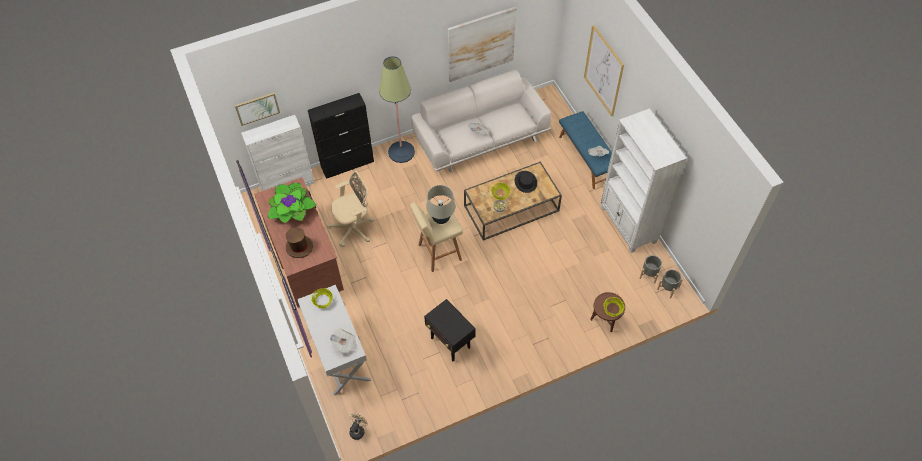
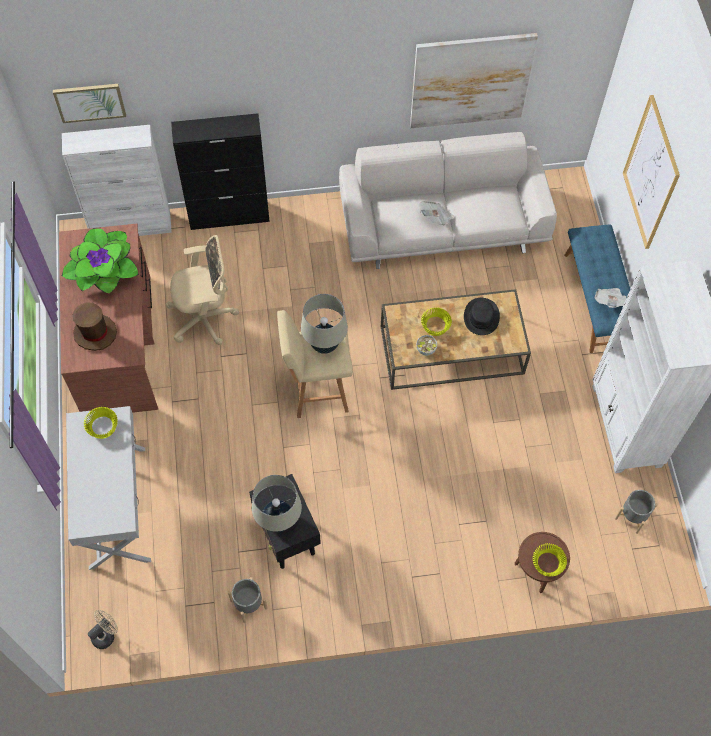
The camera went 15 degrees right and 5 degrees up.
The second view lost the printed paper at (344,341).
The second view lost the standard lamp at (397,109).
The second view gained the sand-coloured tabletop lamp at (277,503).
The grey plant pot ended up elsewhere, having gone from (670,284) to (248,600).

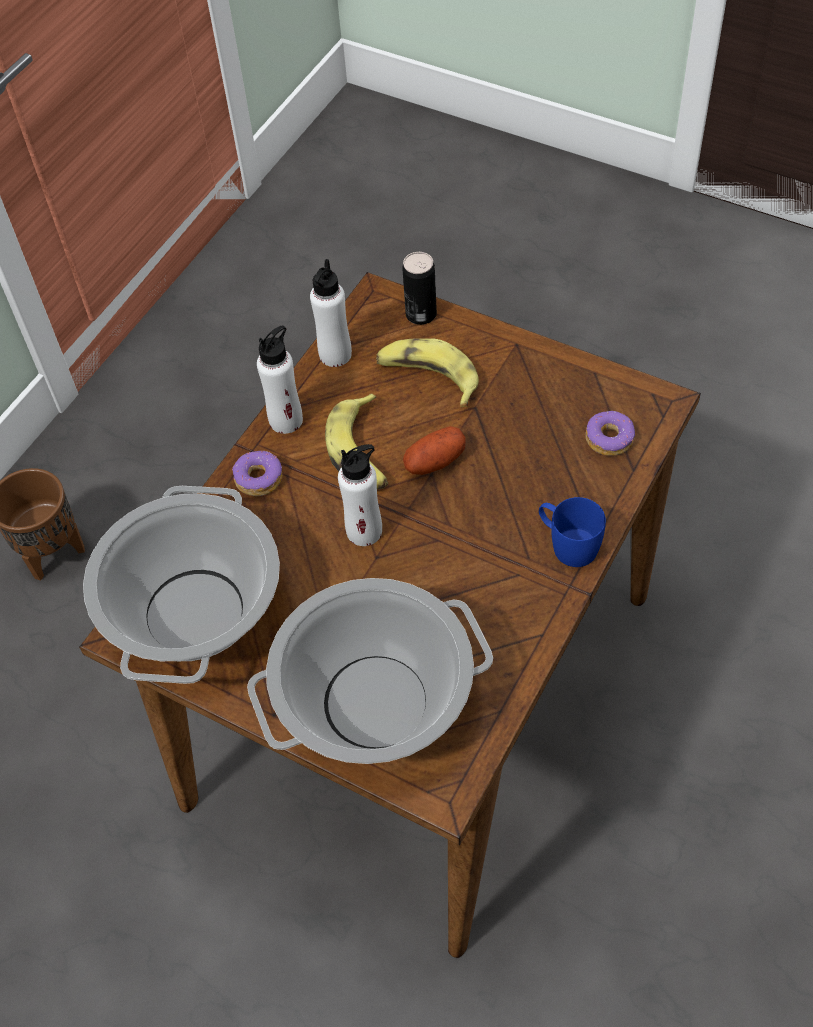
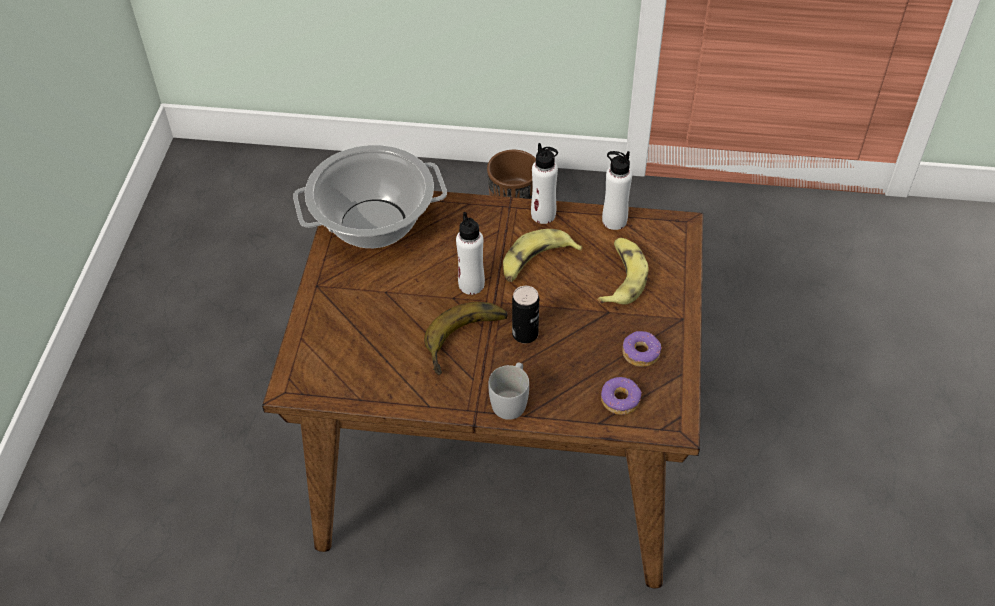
The camera went 65 degrees right and 5 degrees down.
The second view lost the stockpot at (370,671).
The second view lost the potato at (434,450).
The second view gained the banana fruit at (466,338).
The doughnut ended up elsewhere, having gone from (257,473) to (642,349).
The sealed can ended up elsewhere, having gone from (419,288) to (525,314).
What was the bluish coffee mug at (572,532) turned into the white-coloured coffee mug at (508,391).

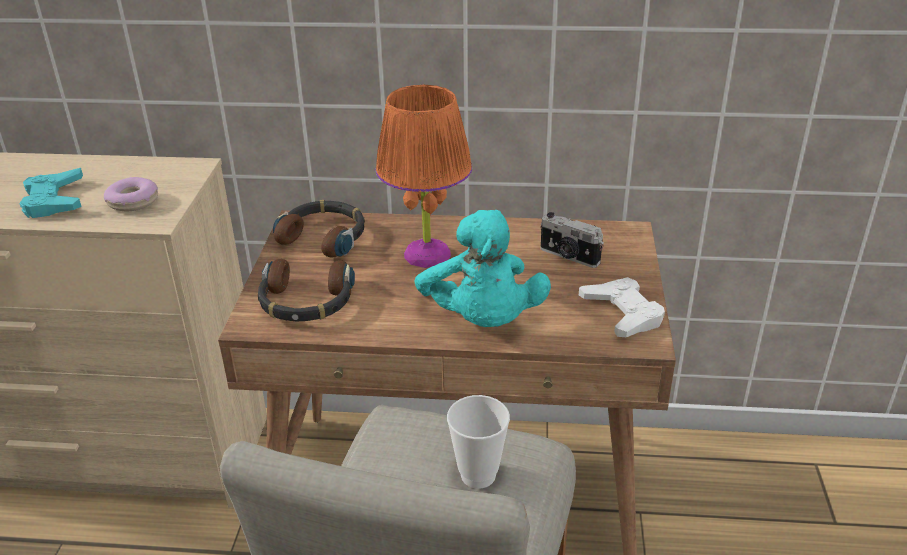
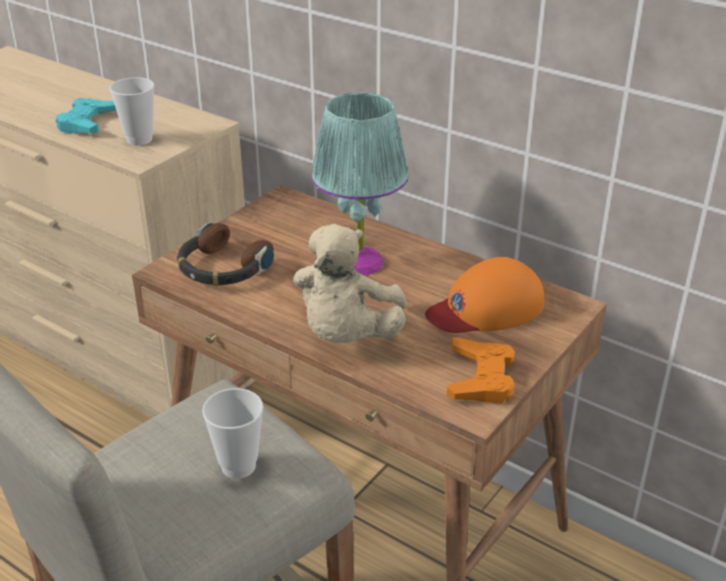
The camera went 30 degrees right and 0 degrees up.
The second view lost the headphones at (319,229).
Where the doughnut stood at (131,194), the drinking cup came to stand at (132,111).
Where the still camera stood at (572,240), the orange-coloured cap came to stand at (484,295).
What was the orange-coloured tabletop lamp at (424,176) turned into the blue-green tabletop lamp at (360,184).
What was the blue-green plush toy at (482,268) turned into the sand-coloured plush toy at (350,283).
What was the white-coloured joypad at (622,307) turned into the orange-coloured joypad at (481,370).

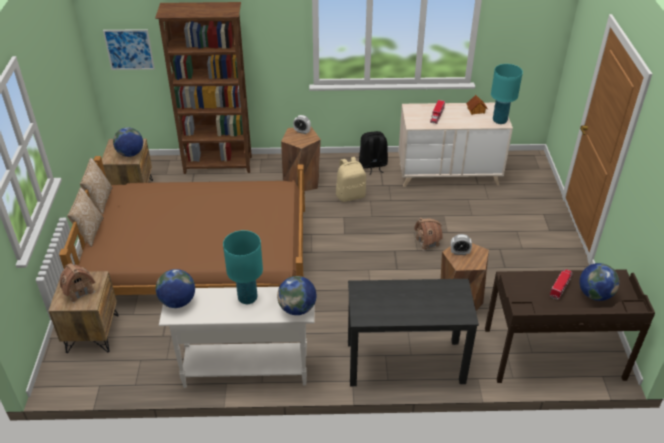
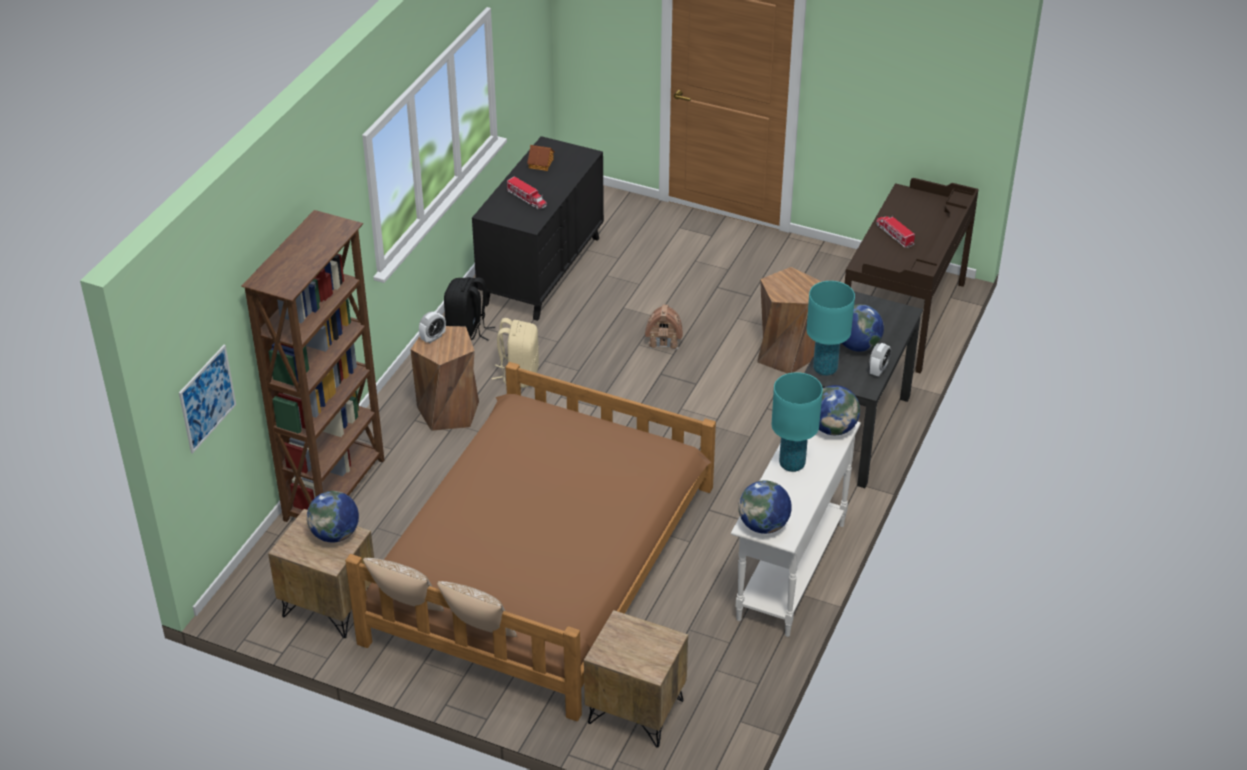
The camera went 65 degrees left and 0 degrees up.
The second view lost the toy house at (78,283).
The bedside clock ended up elsewhere, having gone from (461,244) to (880,359).
The blue-green tabletop lamp ended up elsewhere, having gone from (507,94) to (831,328).
The desk globe ended up elsewhere, having gone from (599,282) to (863,328).
What was the sand-coloured dresser at (455,145) turned into the black-coloured dresser at (538,228).

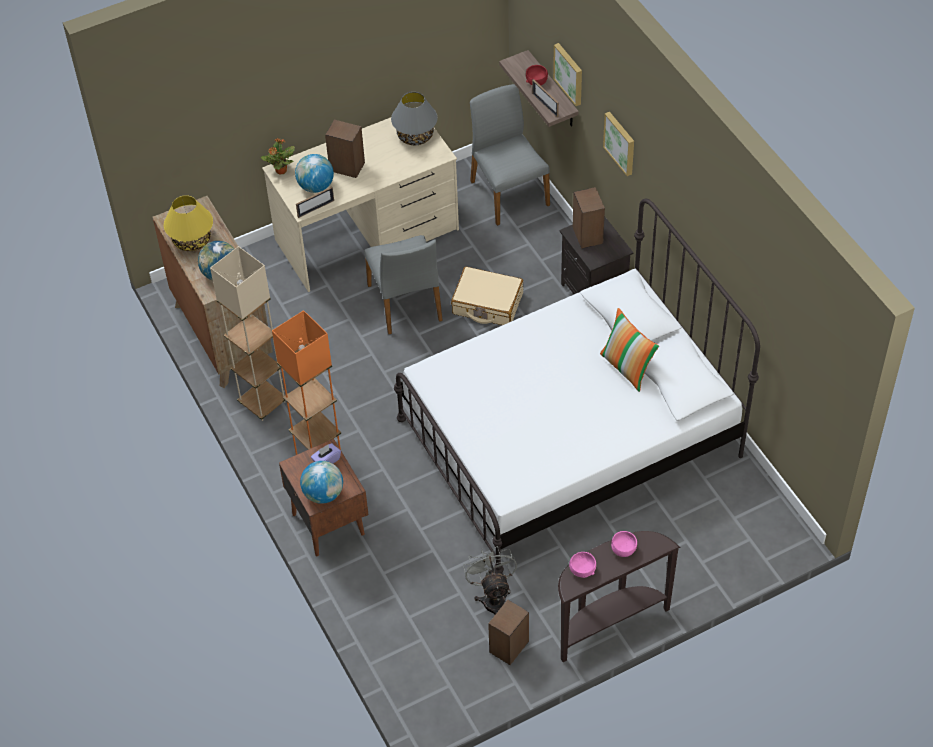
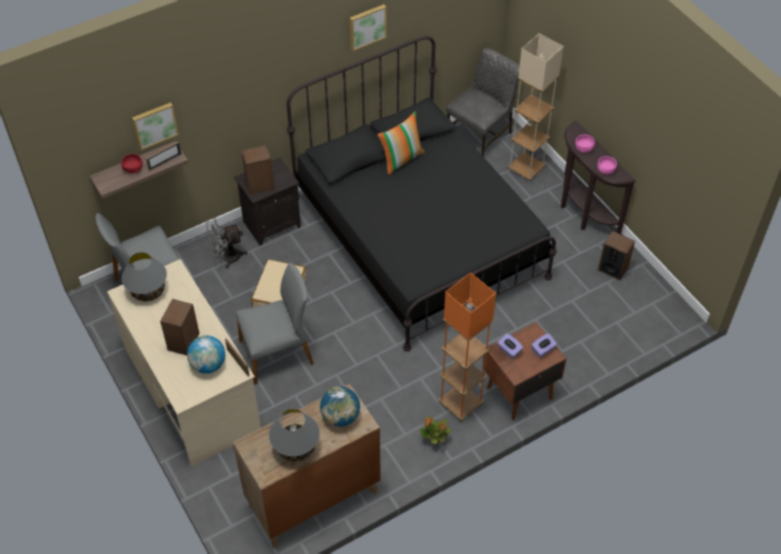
The camera went 95 degrees left and 0 degrees up.
The second view gained the grey upright chair at (482,102).
The sand-coloured standard lamp ended up elsewhere, having gone from (247,333) to (536,108).
The potted plant ended up elsewhere, having gone from (278,156) to (435,430).
The grey cooling fan ended up elsewhere, having gone from (490,580) to (227,243).
The wall picture ended up elsewhere, having gone from (618,144) to (368,27).
Where the desk globe stood at (321,482), the purplish box of tissues came to stand at (544,345).
What was the yellowish tabletop lamp at (188,223) turned into the grey tabletop lamp at (294,435).
What was the white-coloured sleeping bed at (577,386) turned into the black-coloured sleeping bed at (422,193).

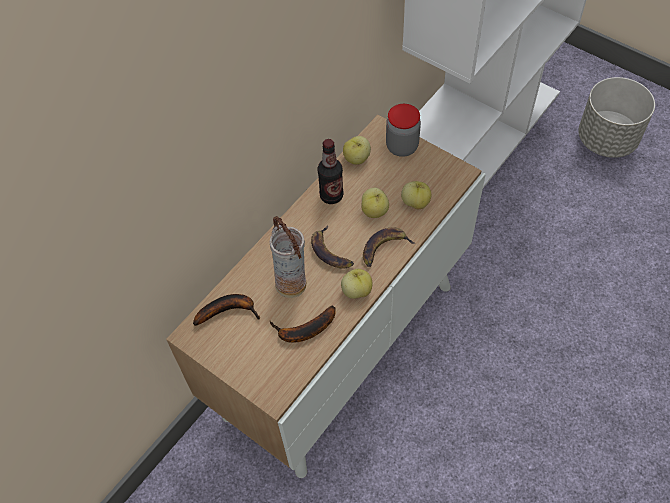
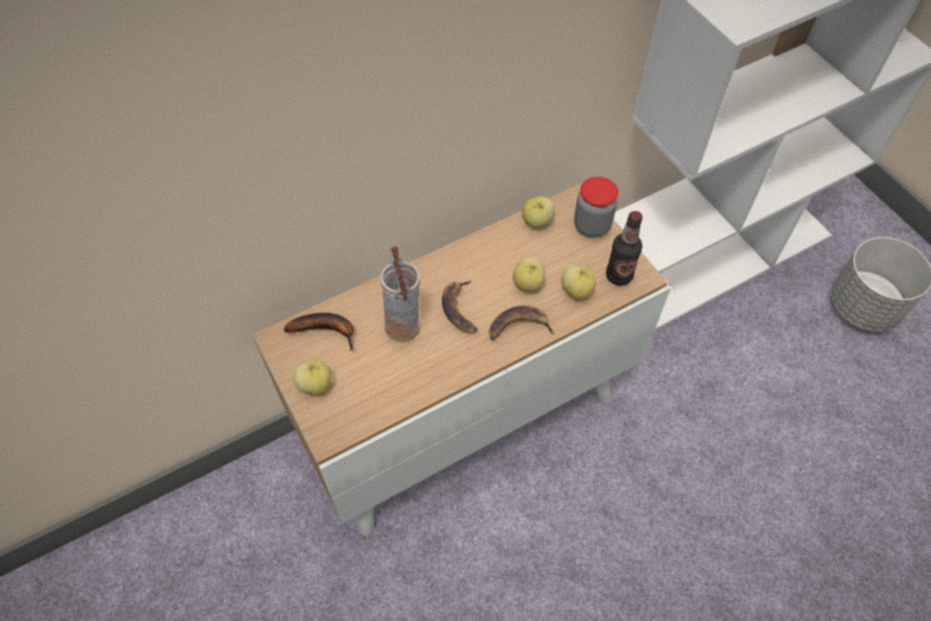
The camera went 20 degrees right and 0 degrees up.
The second view lost the banana fruit at (303,324).
The beverage bottle ended up elsewhere, having gone from (330,171) to (624,248).
The apple ended up elsewhere, having gone from (356,284) to (312,377).

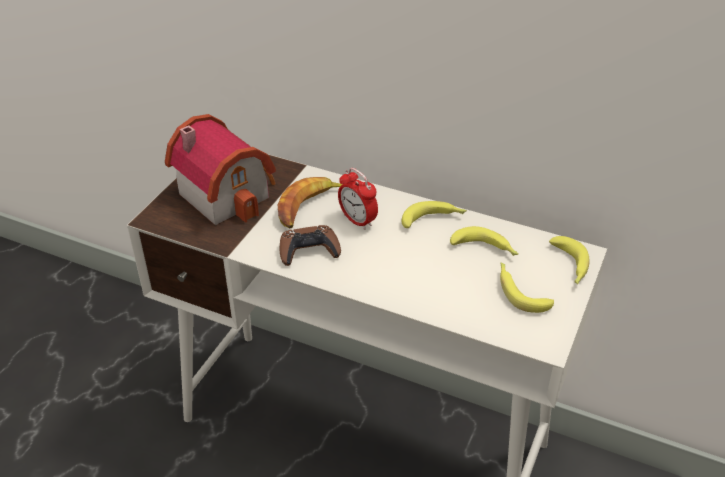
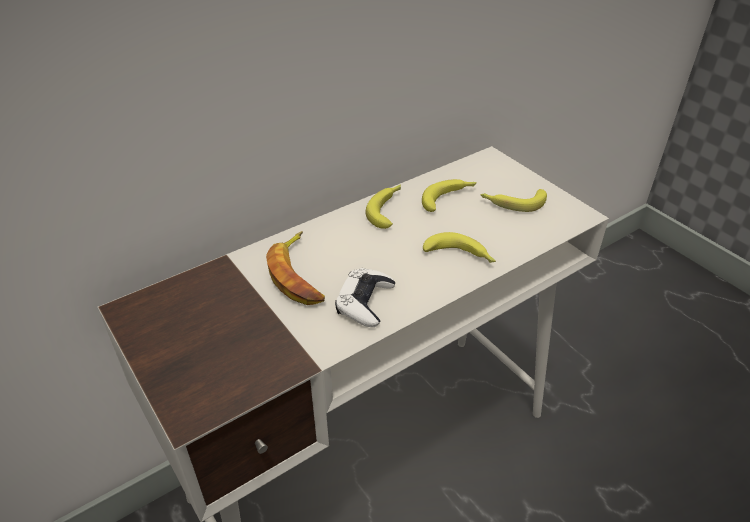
The camera went 60 degrees left and 0 degrees up.
The second view lost the toy house at (220,169).
The second view lost the bedside clock at (358,199).
The banana fruit ended up elsewhere, having gone from (569,260) to (459,247).
What was the brownish joypad at (310,245) turned into the white-coloured joypad at (365,297).

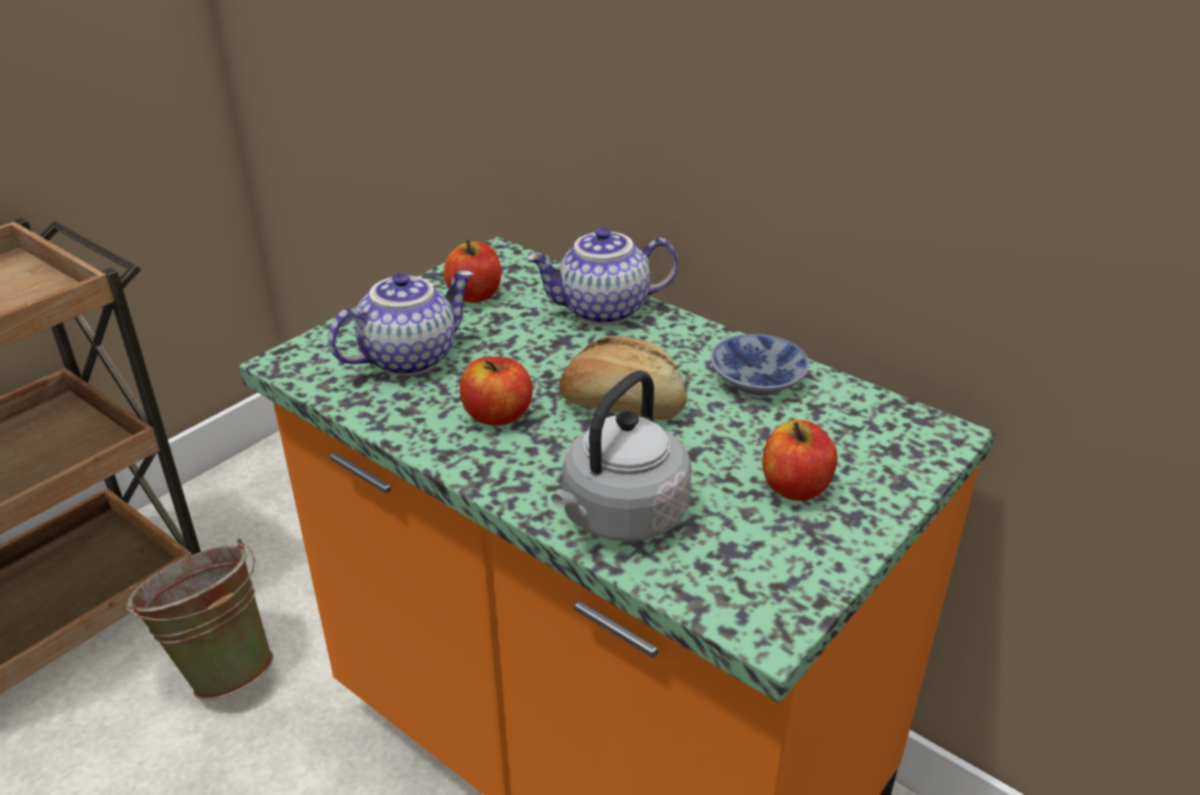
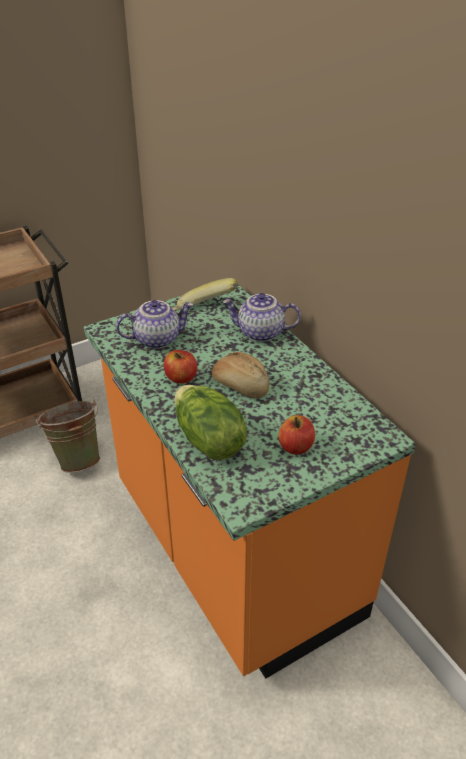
The camera went 20 degrees right and 5 degrees up.
The second view lost the deep dish at (760,364).
Where the apple stood at (472,271), the banana fruit came to stand at (205,295).
Where the grey tea kettle stood at (621,456), the head of lettuce came to stand at (210,422).

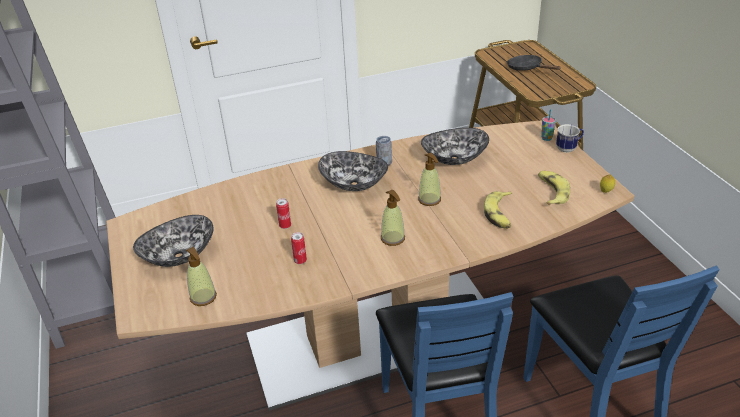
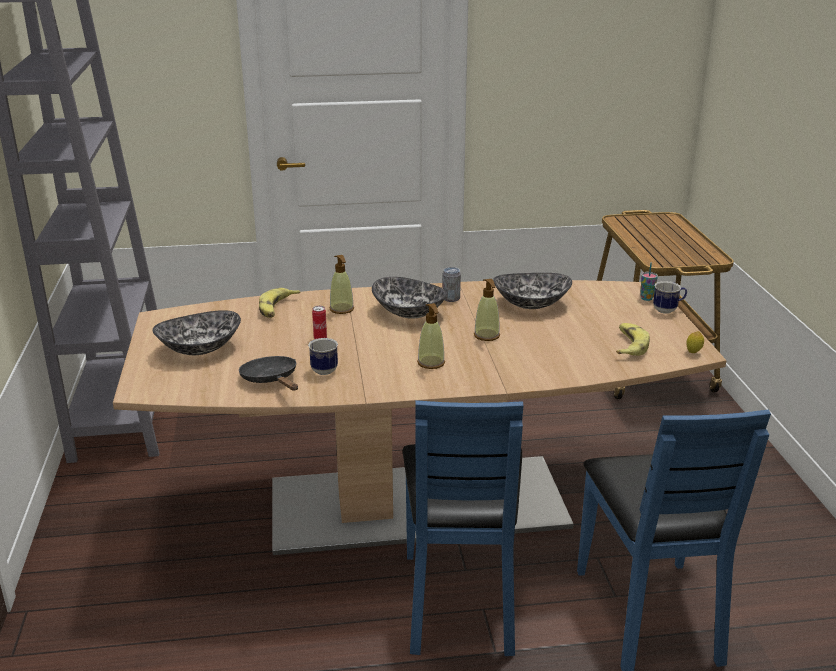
The camera went 10 degrees right and 10 degrees down.
The soap dispenser ended up elsewhere, having gone from (201,276) to (342,284).
The banana fruit ended up elsewhere, having gone from (498,210) to (279,303).
The black-coloured skillet ended up elsewhere, having gone from (534,63) to (268,373).
Where the sealed can stood at (299,248), the coffee mug came to stand at (323,356).

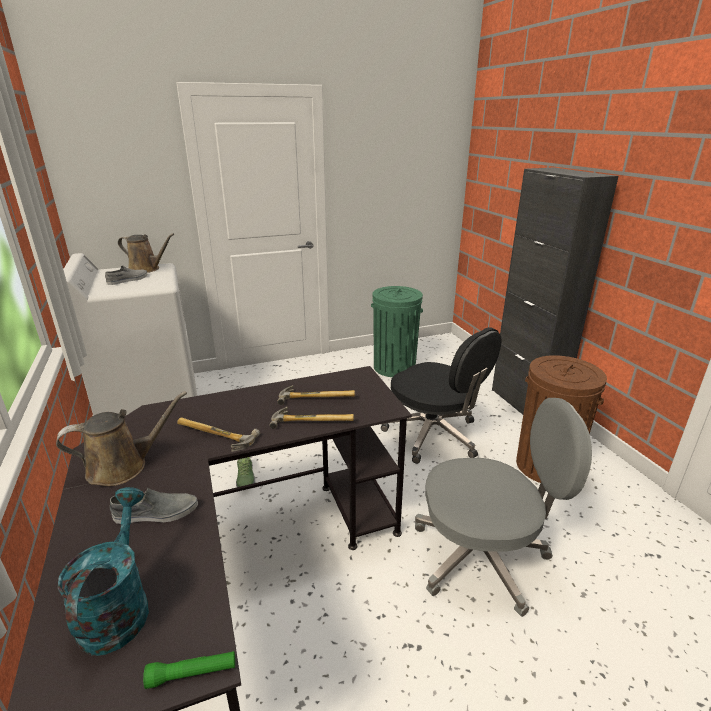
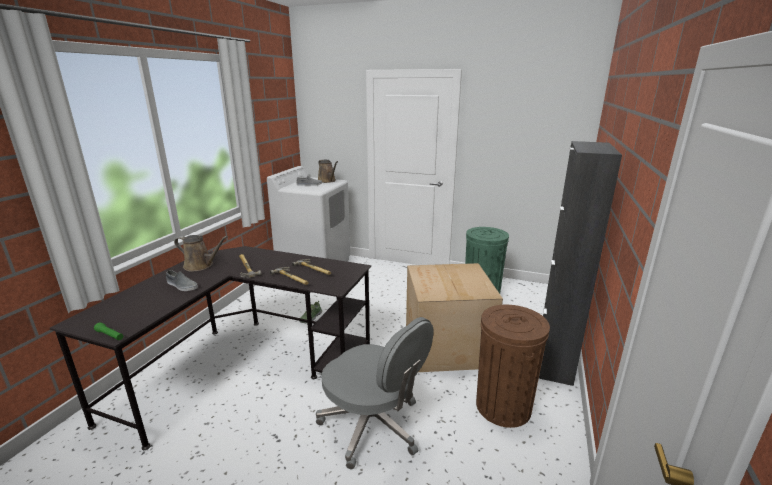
The camera went 40 degrees right and 5 degrees down.
The second view lost the blue-green watering pot at (103,571).
Where the black-coloured office chair stood at (441,395), the cardboard box came to stand at (454,317).

